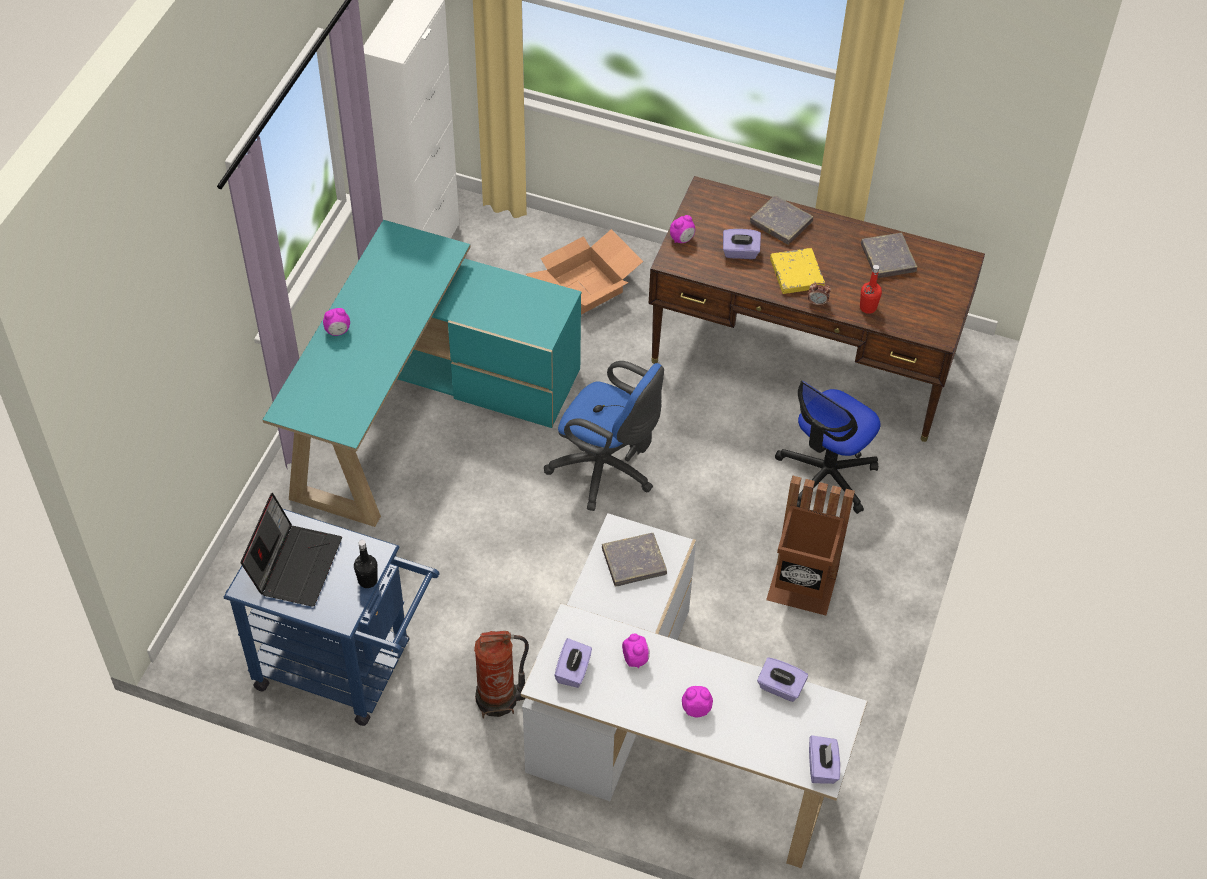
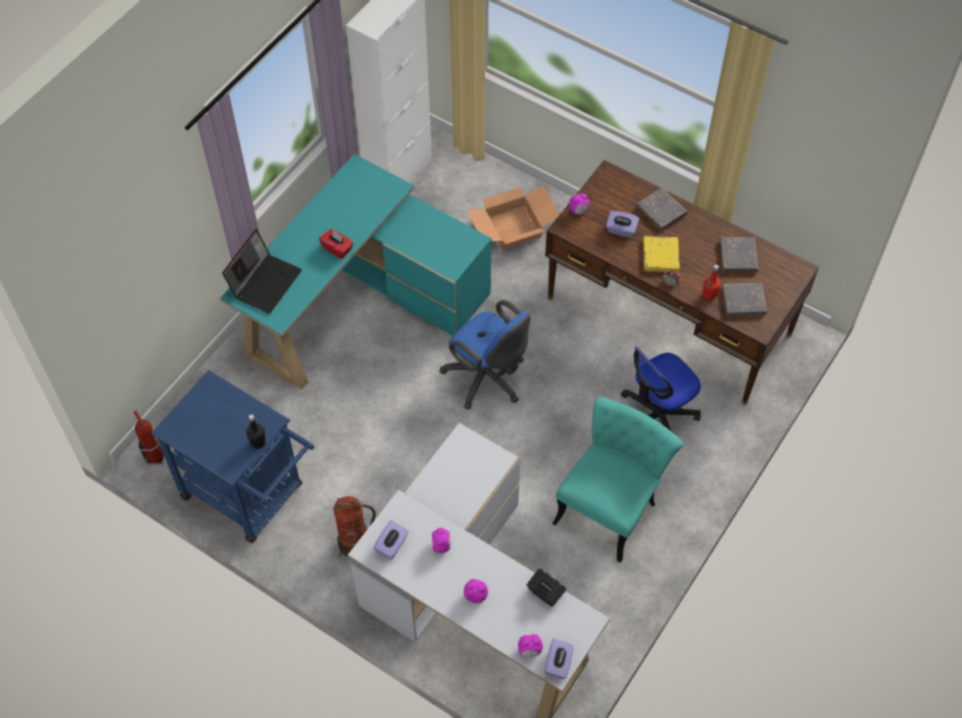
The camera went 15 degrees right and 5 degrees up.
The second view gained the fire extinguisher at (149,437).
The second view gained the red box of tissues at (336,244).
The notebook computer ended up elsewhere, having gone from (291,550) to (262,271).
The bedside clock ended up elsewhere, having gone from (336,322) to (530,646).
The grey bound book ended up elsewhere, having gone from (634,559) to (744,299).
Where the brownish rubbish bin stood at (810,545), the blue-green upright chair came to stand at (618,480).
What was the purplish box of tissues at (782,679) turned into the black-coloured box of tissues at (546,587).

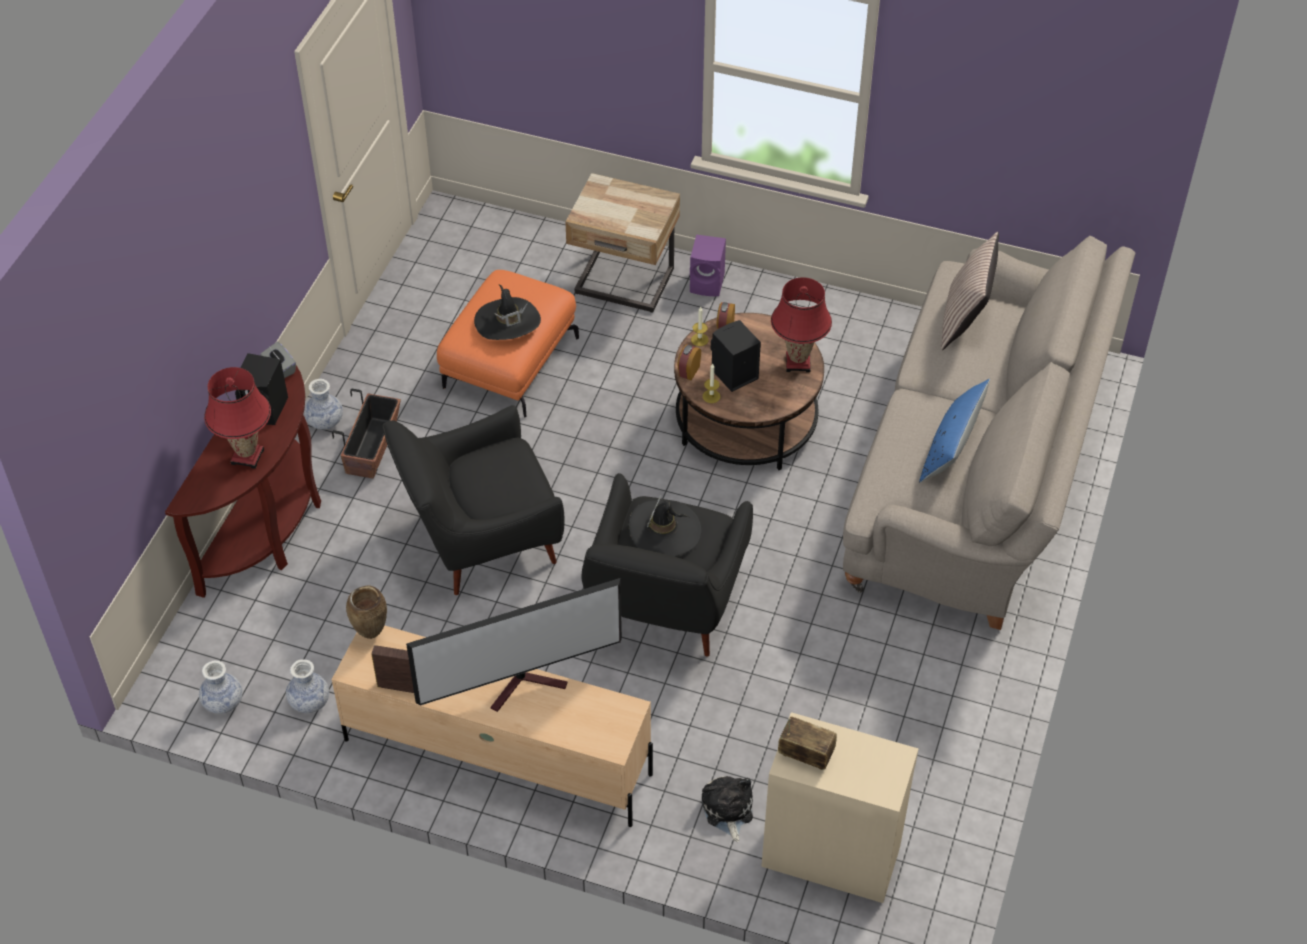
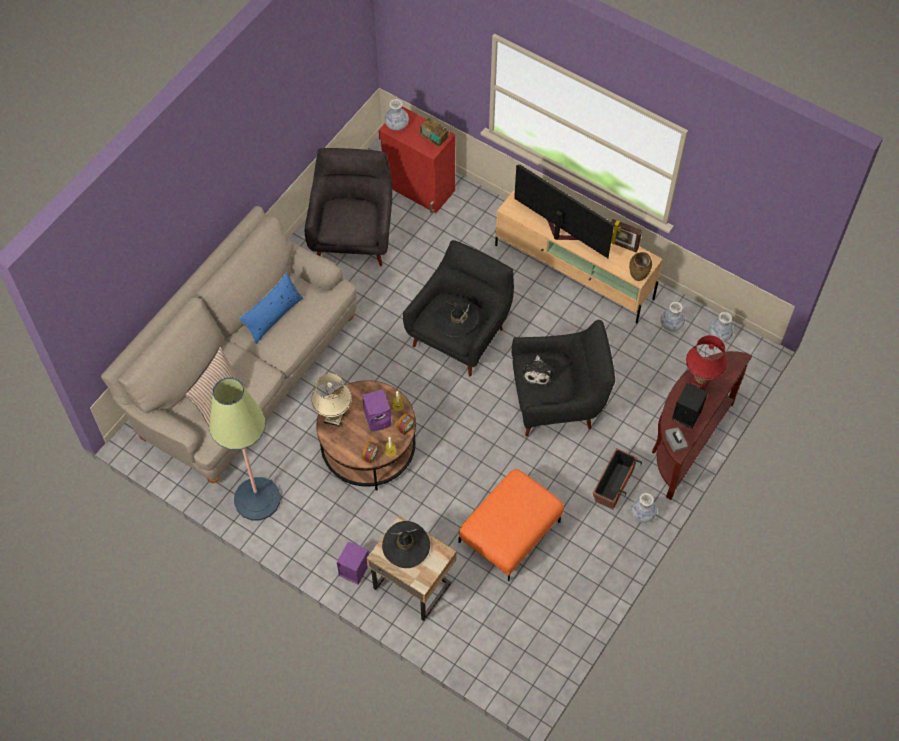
The camera went 165 degrees left and 10 degrees up.
The second view gained the standard lamp at (245,449).
The second view gained the grey easy chair at (348,207).
The second view gained the flower vase at (397,114).
The black-coloured clothing hat ended up elsewhere, having gone from (507,312) to (406,544).
The plush toy ended up elsewhere, having gone from (727,809) to (538,370).
What was the black-coloured speaker at (736,356) turned into the purplish speaker at (376,410).
What was the sand-coloured storage cabinet at (840,807) turned into the red storage cabinet at (417,160).
What was the red tabletop lamp at (801,324) turned into the sand-coloured tabletop lamp at (331,400).
The television at (514,645) ended up facing another way, 45 degrees clockwise from before.

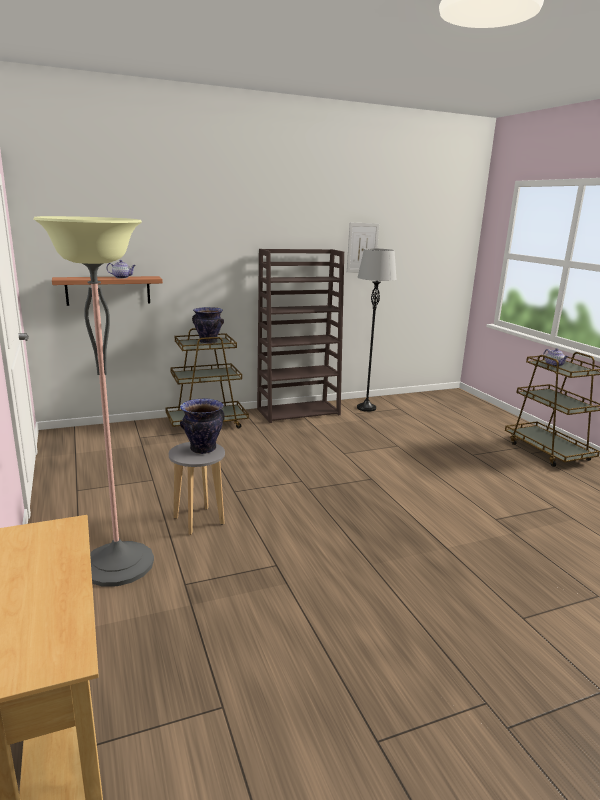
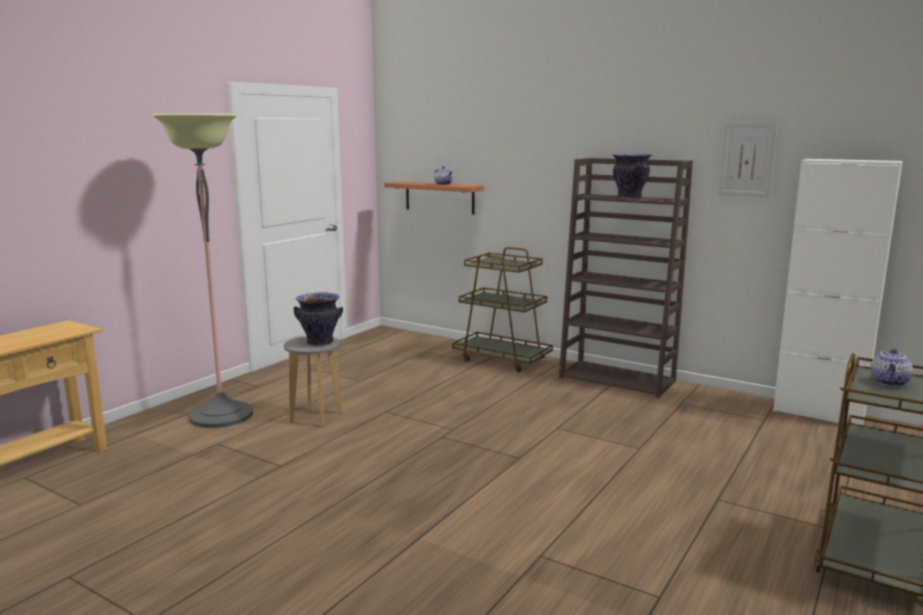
The camera went 55 degrees right and 5 degrees down.
The second view lost the grey standard lamp at (377,330).
The second view gained the white-coloured storage cabinet at (838,292).
The flower vase ended up elsewhere, having gone from (208,325) to (632,176).

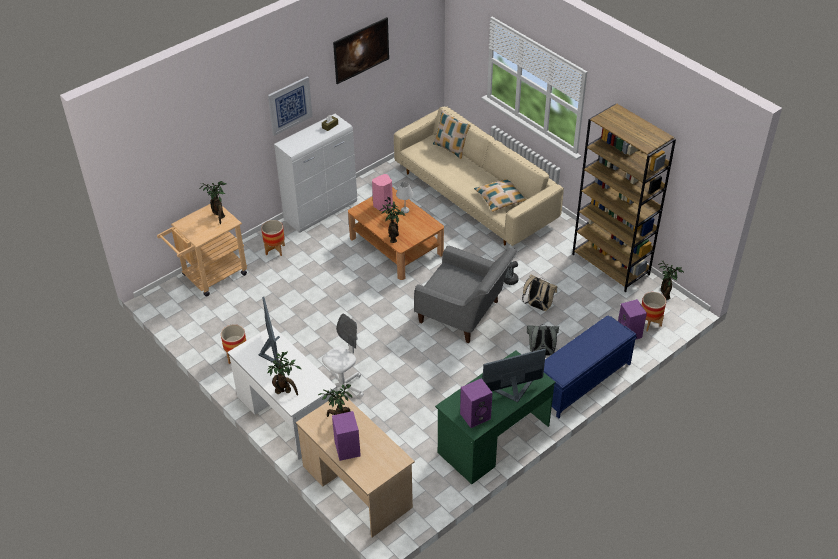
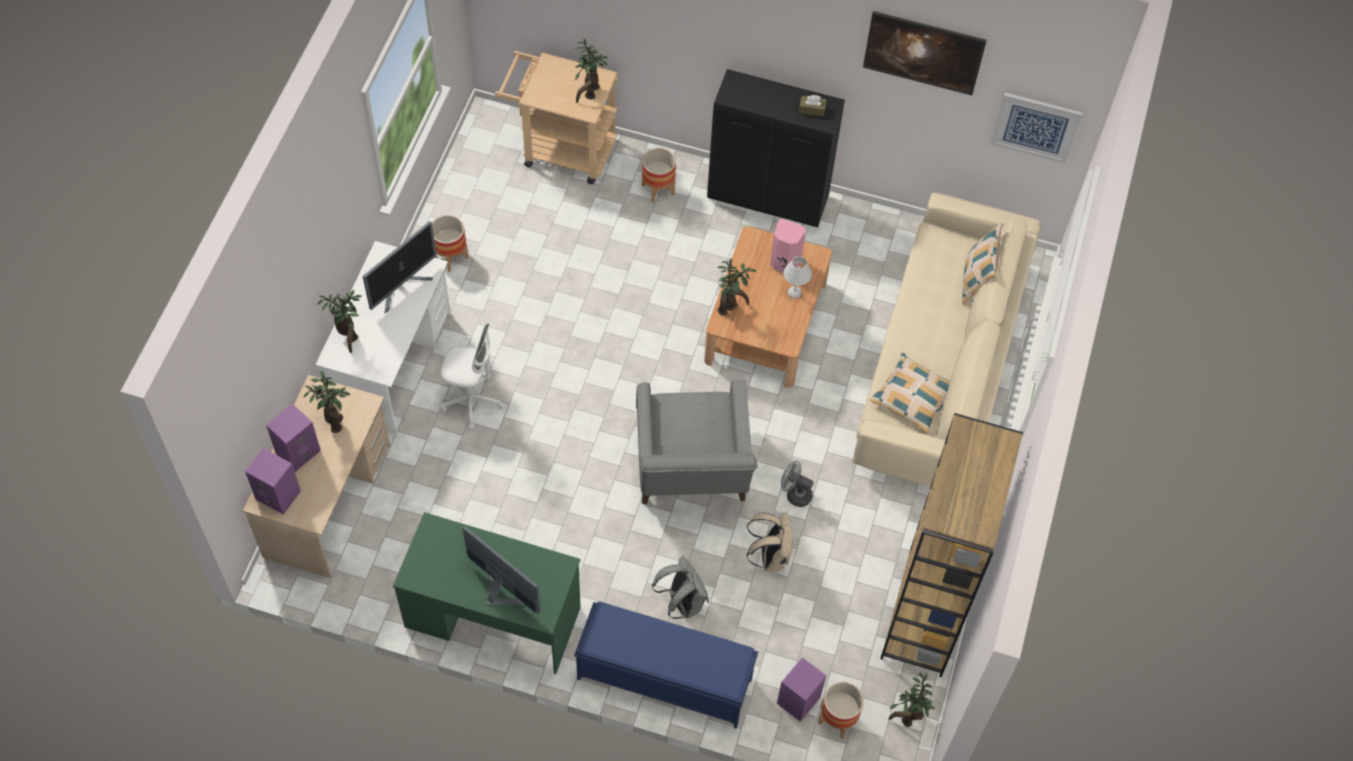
The camera went 55 degrees right and 15 degrees up.
The wall picture ended up elsewhere, having gone from (290,106) to (1036,128).
The purplish speaker ended up elsewhere, having gone from (476,403) to (273,481).
What was the white-coloured storage cabinet at (315,173) turned into the black-coloured storage cabinet at (776,148).

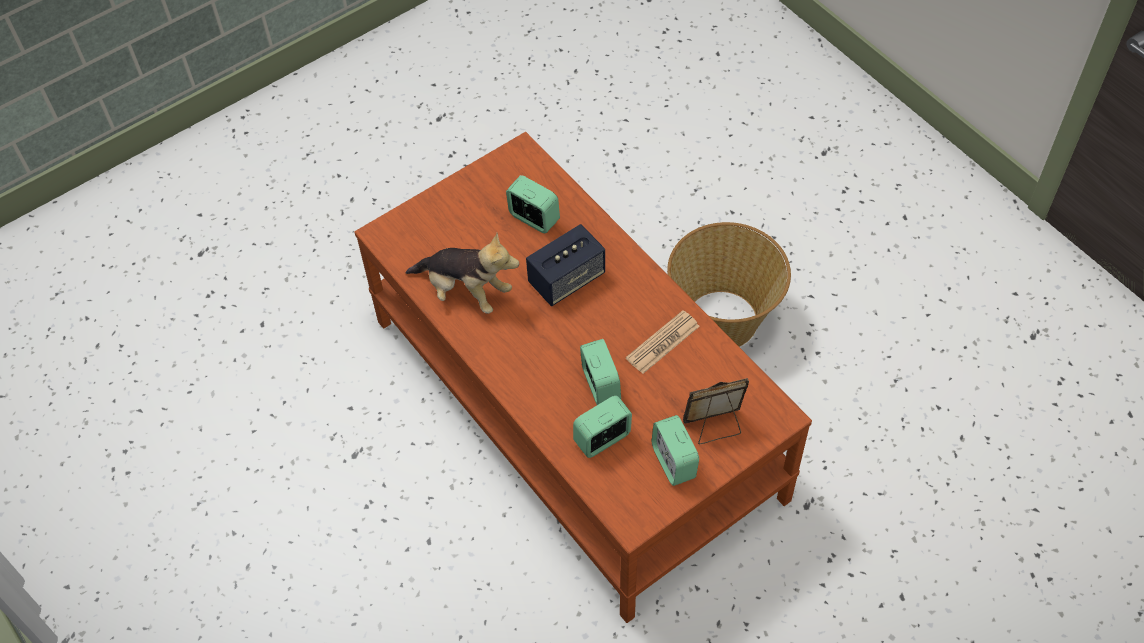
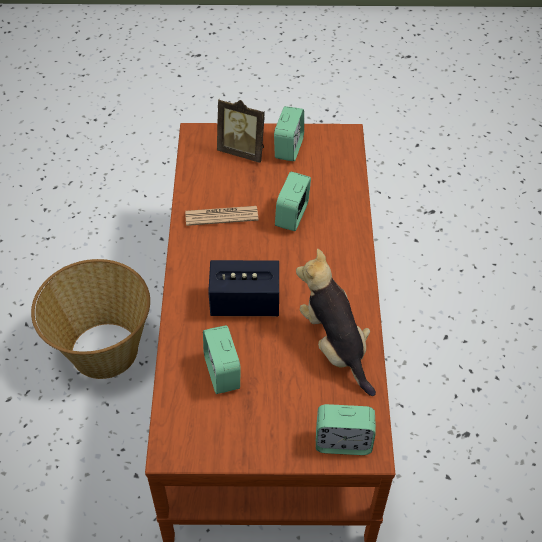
The camera went 145 degrees left and 5 degrees down.
The bedside clock ended up elsewhere, having gone from (602,426) to (346,429).

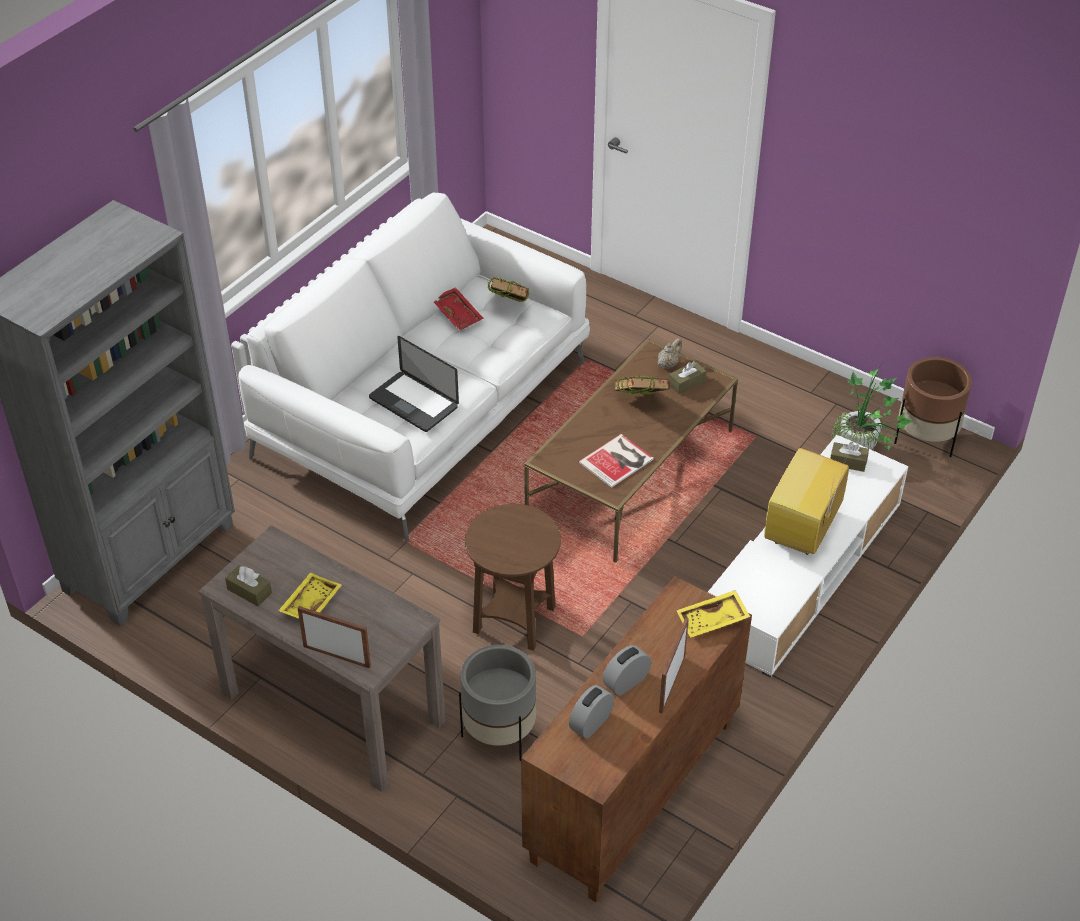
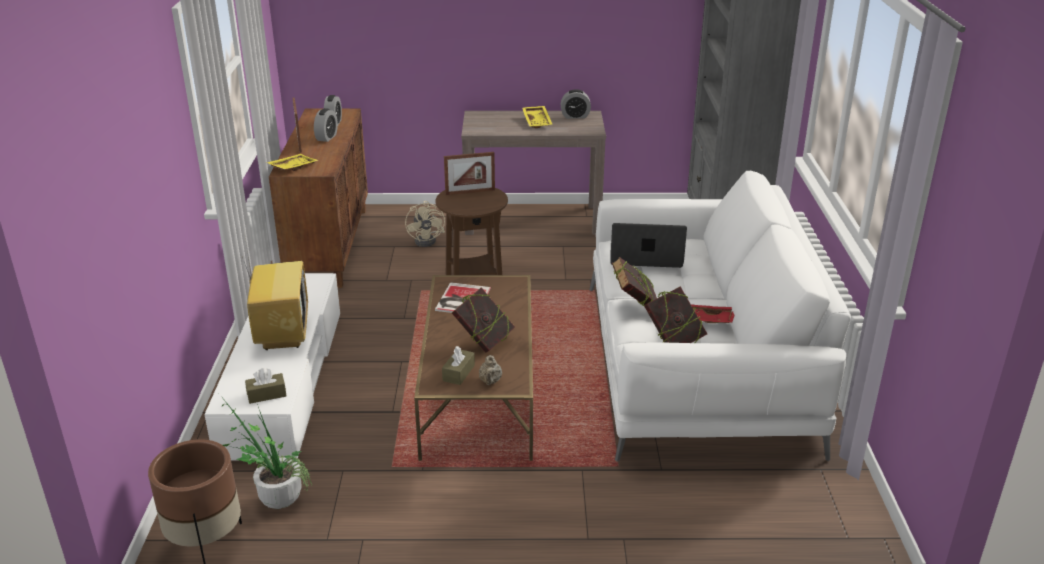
The camera went 145 degrees right and 15 degrees down.
The second view gained the bound book at (634,281).
The picture frame ended up elsewhere, having gone from (334,637) to (469,173).
Where the brownish box of tissues stood at (248,585), the bedside clock came to stand at (576,104).
Where the grey plant pot stood at (497,703), the sand-coloured cooling fan came to stand at (425,224).

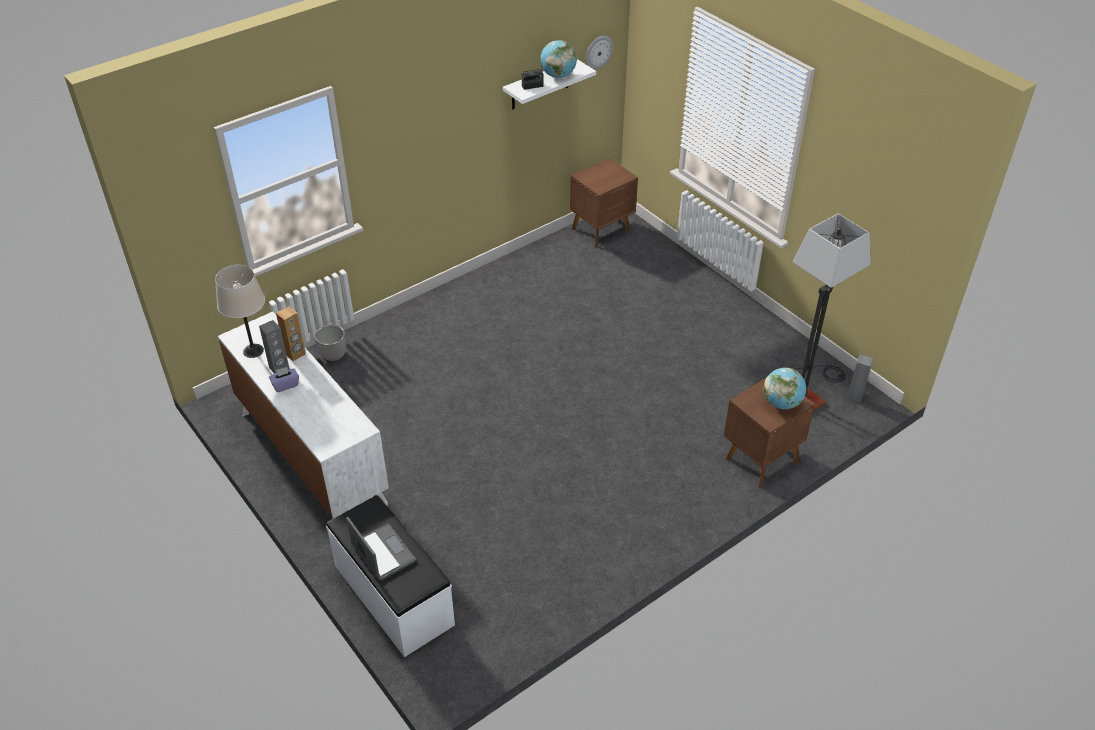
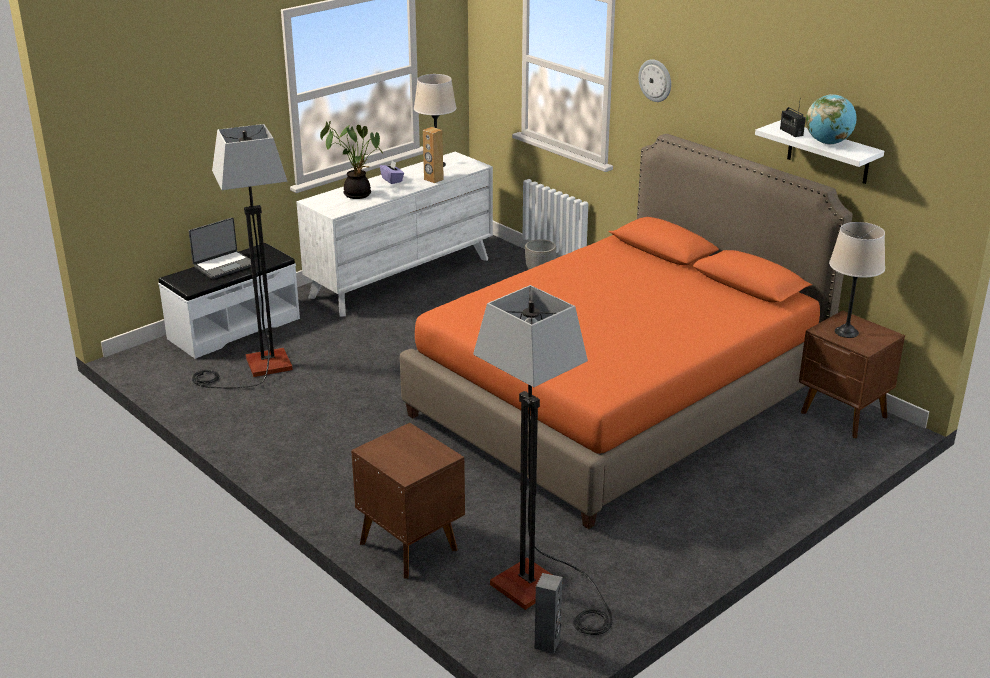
The camera went 85 degrees right and 15 degrees down.
The second view lost the grey speaker at (274,347).
The second view lost the desk globe at (785,388).
The second view gained the standard lamp at (242,256).
The second view gained the potted plant at (351,160).
The second view gained the orange-coloured sleeping bed at (626,331).
The second view gained the sand-coloured tabletop lamp at (857,280).
The hanging clock ended up elsewhere, having gone from (599,52) to (654,80).

